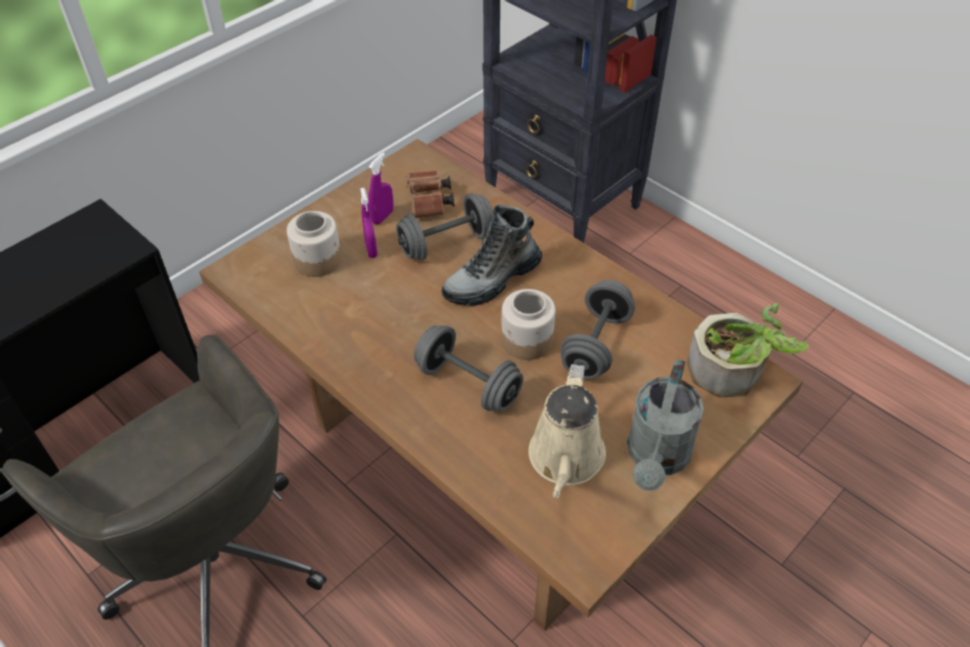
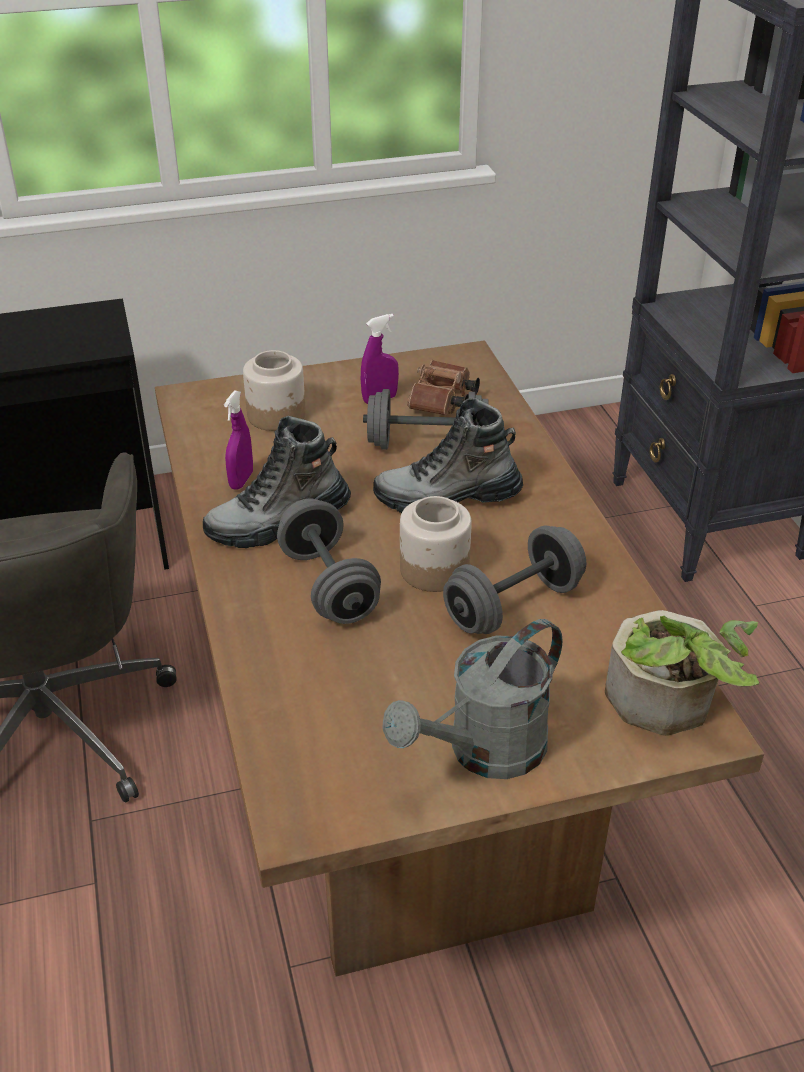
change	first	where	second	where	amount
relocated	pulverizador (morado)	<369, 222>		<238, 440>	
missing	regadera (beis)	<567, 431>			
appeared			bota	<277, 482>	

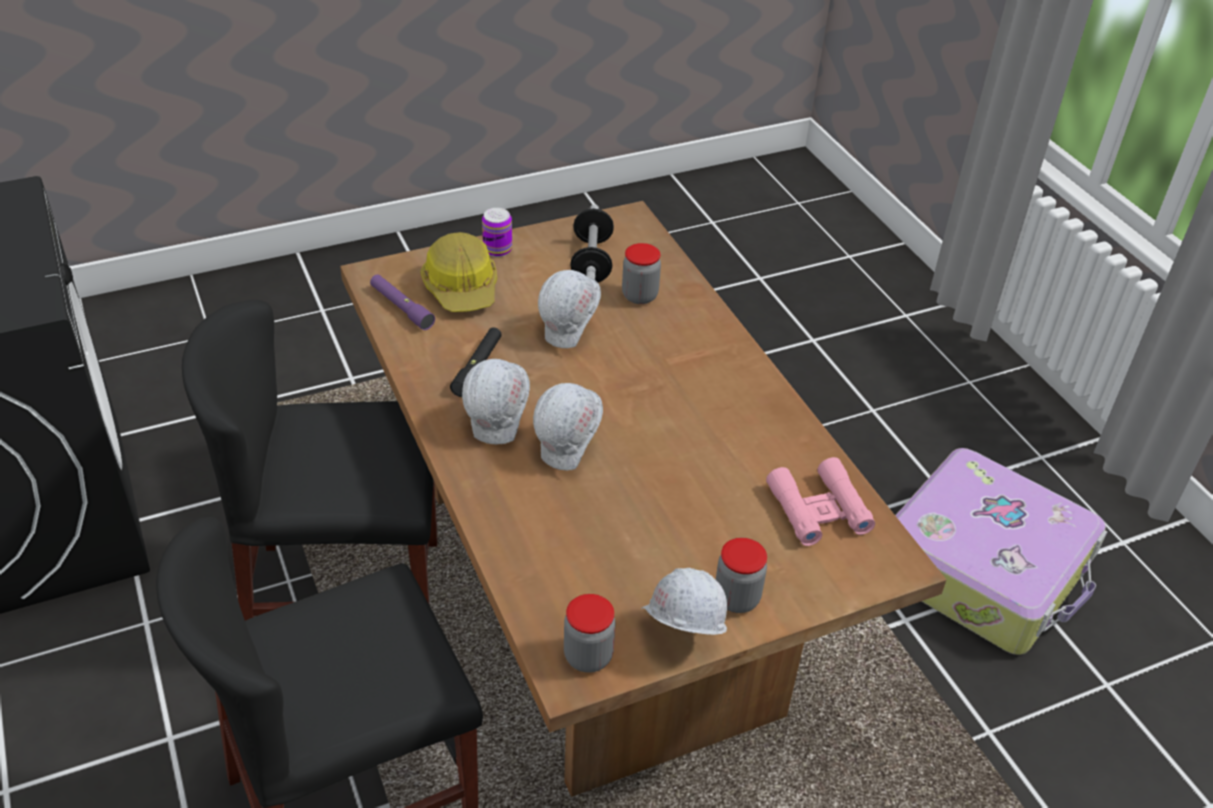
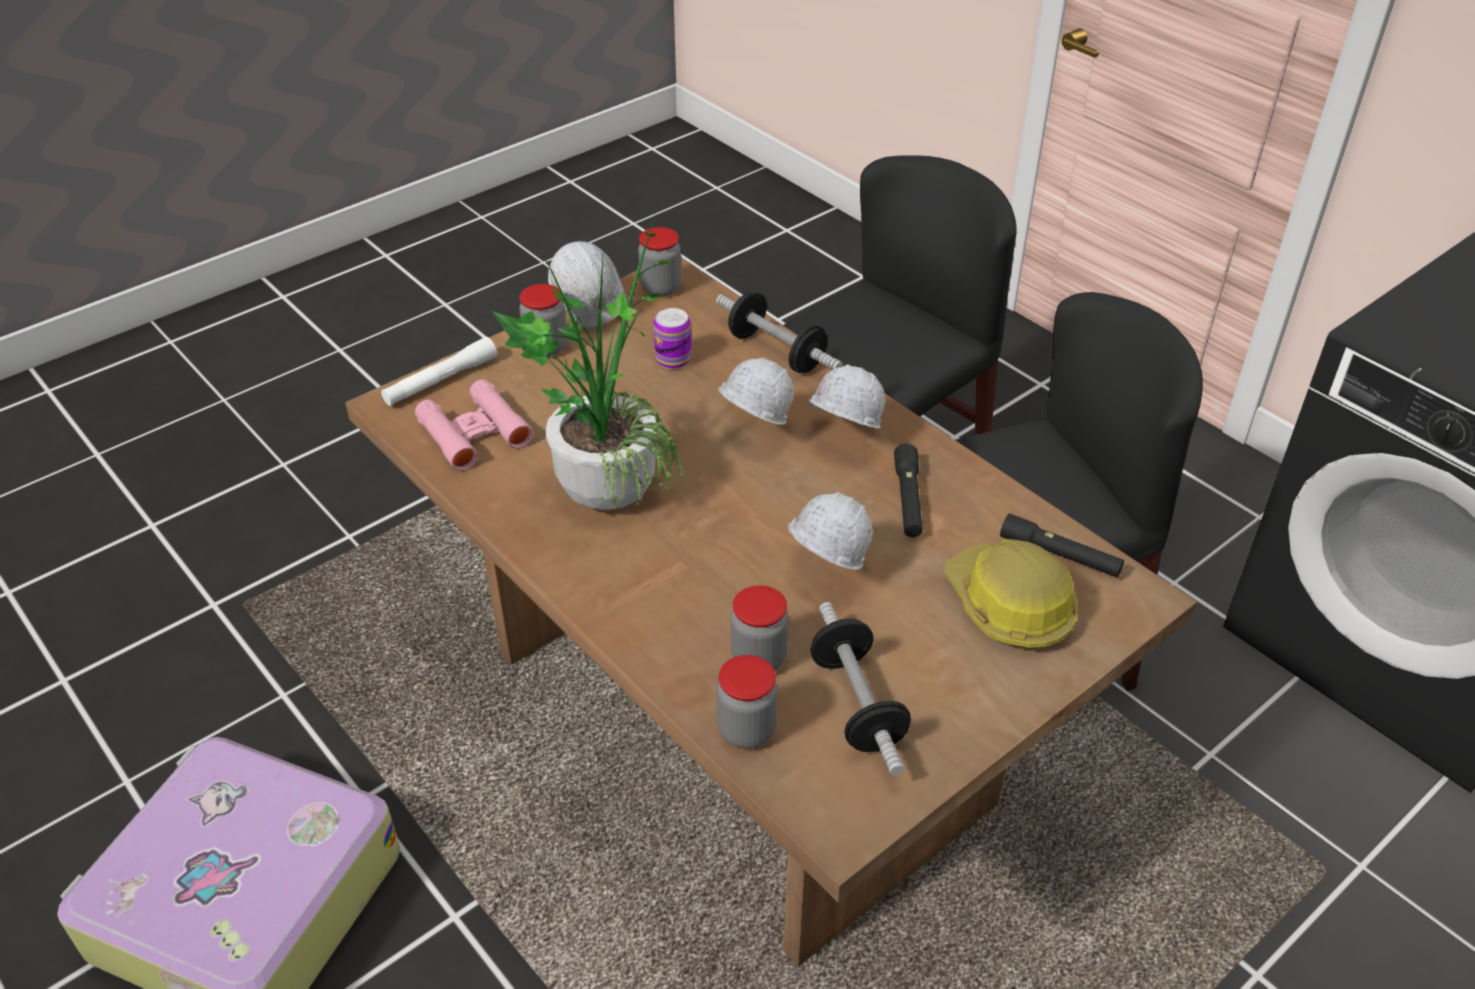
change	first	where	second	where	amount
colour	linterna (morado)	<402, 302>	linterna (negro)	<1062, 545>	
relocated	lata	<497, 232>		<673, 338>	
appeared			linterna (blanco)	<439, 371>	
appeared			planta en maceta	<588, 362>	
appeared			mancuerna	<779, 332>	
appeared			tarro	<747, 702>	

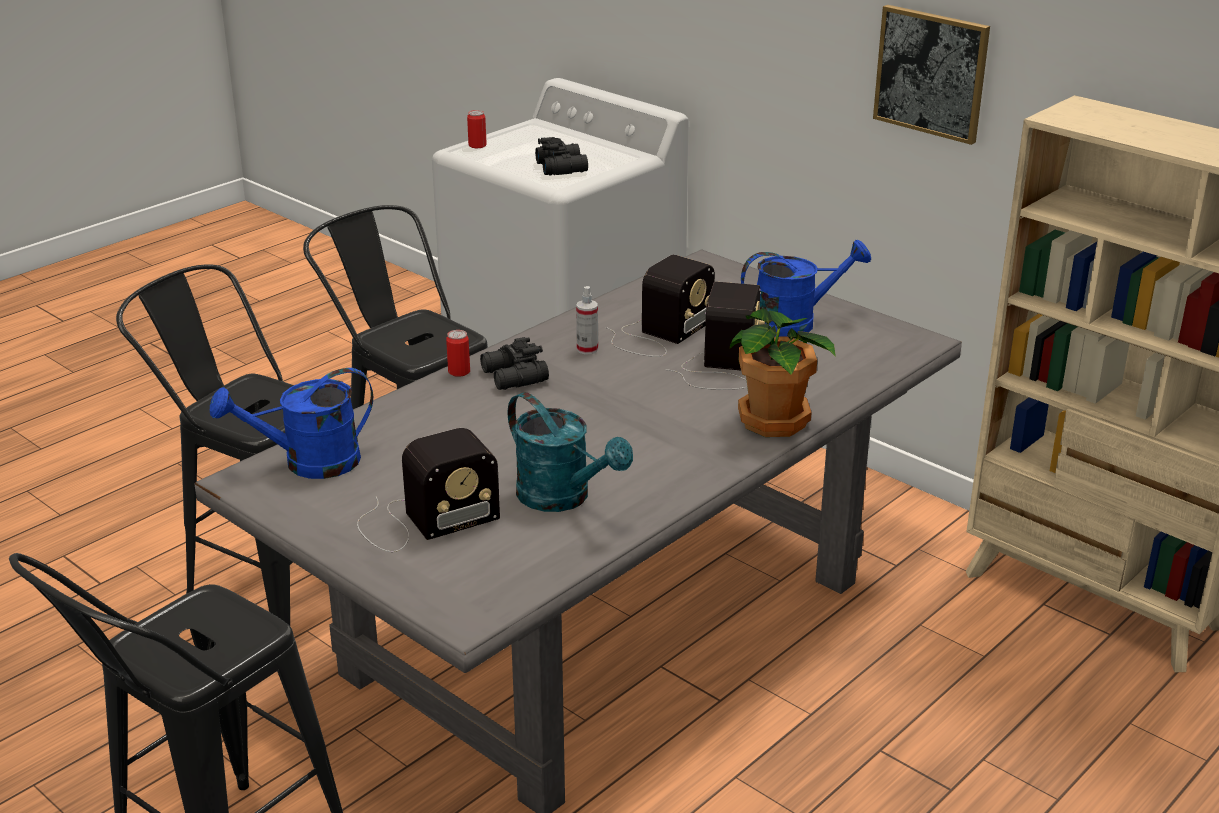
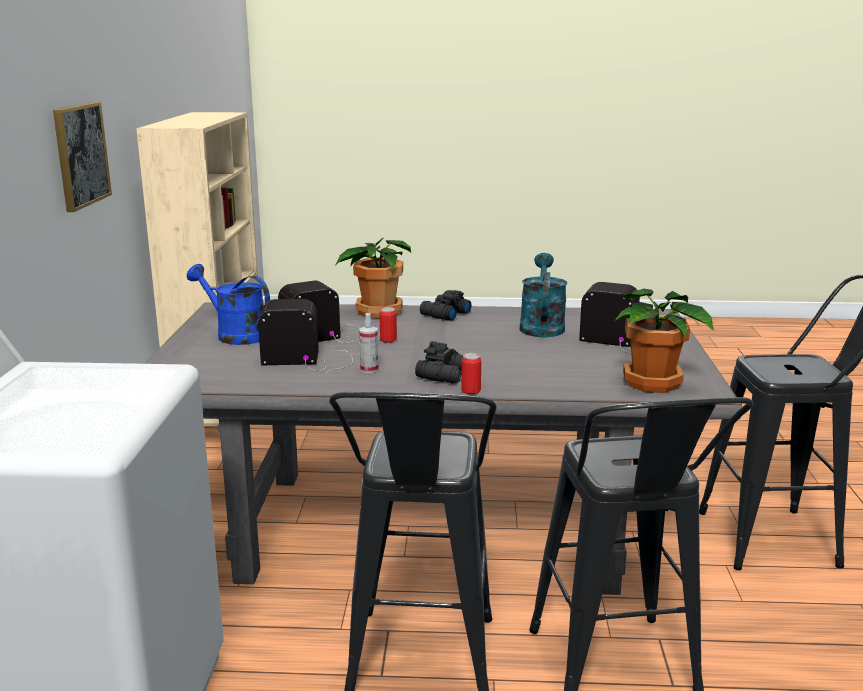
change	first	where	second	where	amount
exchanged	regadera (azul)	<291, 423>	planta en maceta	<664, 341>	
relocated	lata	<477, 129>		<388, 325>	
relocated	prismáticos (negro)	<561, 156>		<445, 305>	

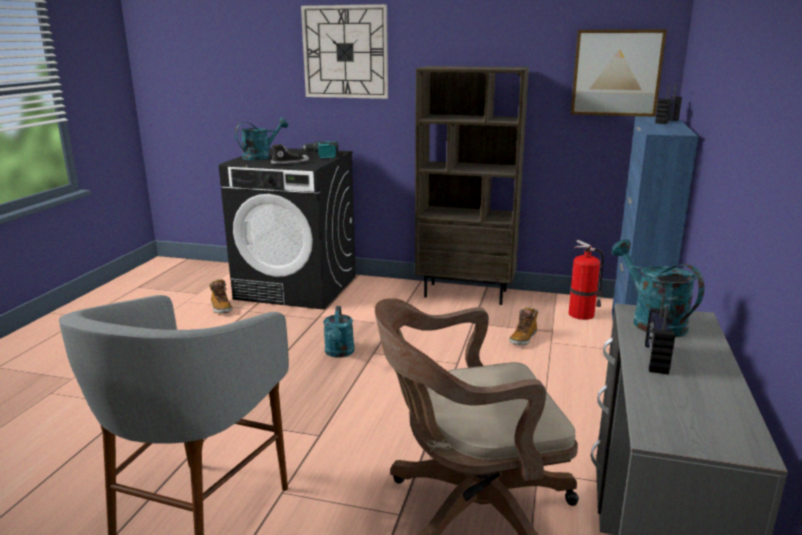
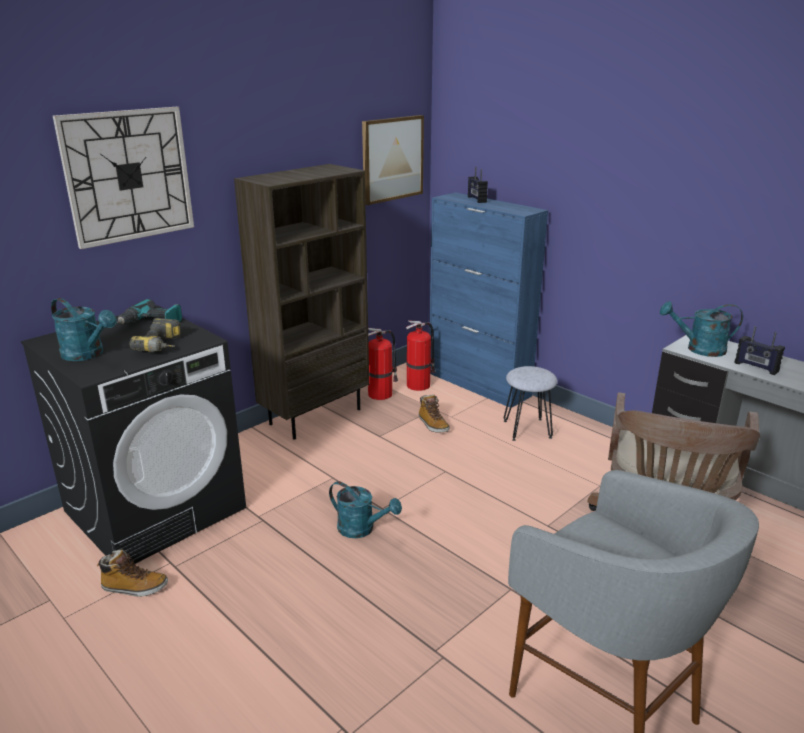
change	first	where	second	where	amount
spun	regadera (turquesa)	<261, 139>		<84, 329>	135 degrees clockwise
exchanged	zapato	<290, 154>	taladro	<155, 335>	
appeared			extintor	<383, 364>	
appeared			taburete (gris)	<531, 403>	

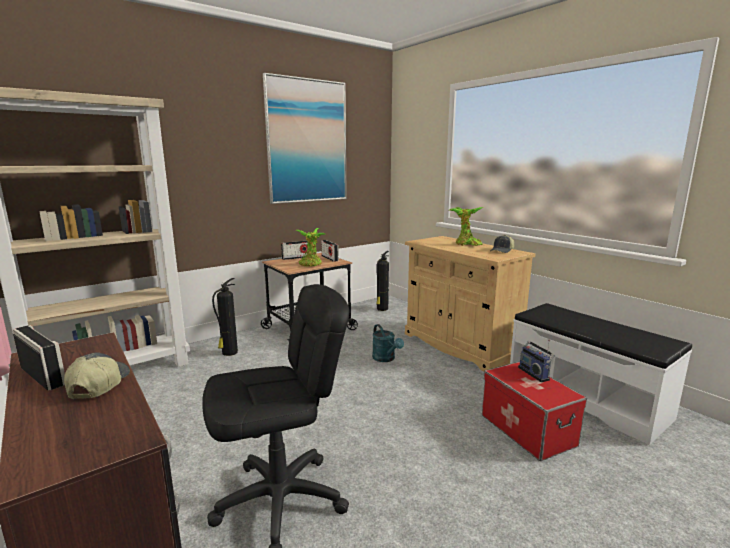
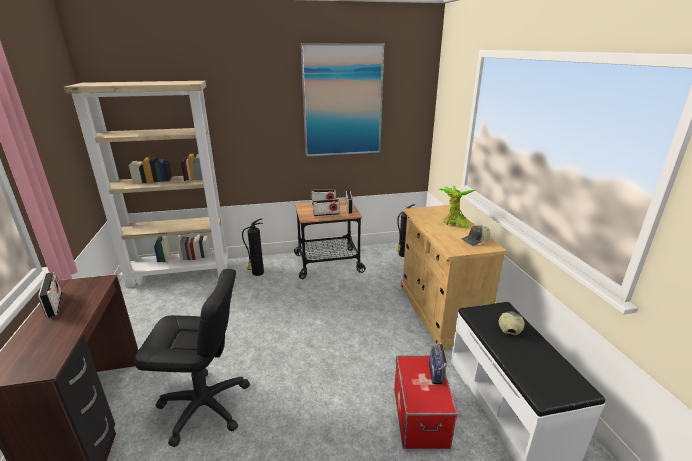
change	first	where	second	where	amount
relocated	gorra	<97, 375>		<511, 323>	
exchanged	planta en maceta	<310, 247>	radio	<326, 207>	
missing	regadera (turquesa)	<388, 343>			

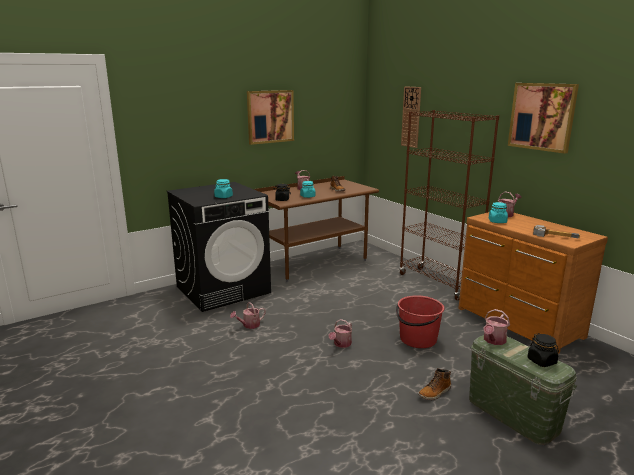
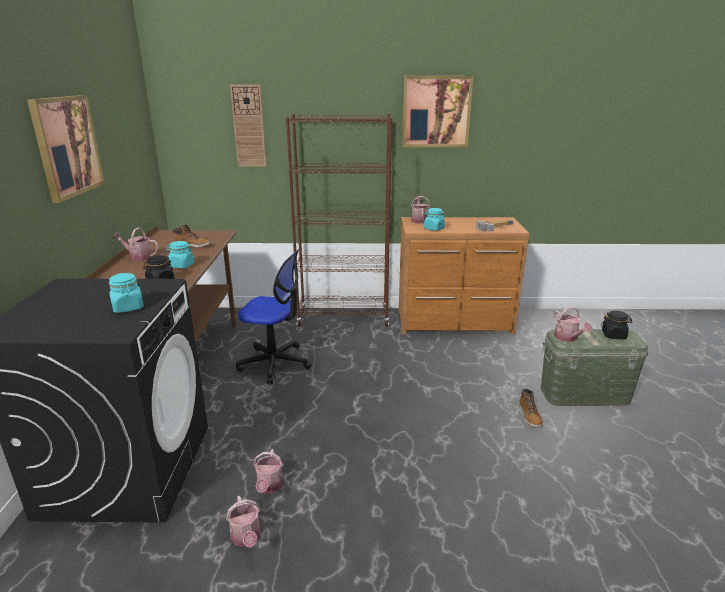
change	first	where	second	where	amount
relocated	regadera	<340, 333>		<243, 522>	
missing	cubo (rojo)	<420, 321>			
appeared			silla de oficina	<274, 317>	

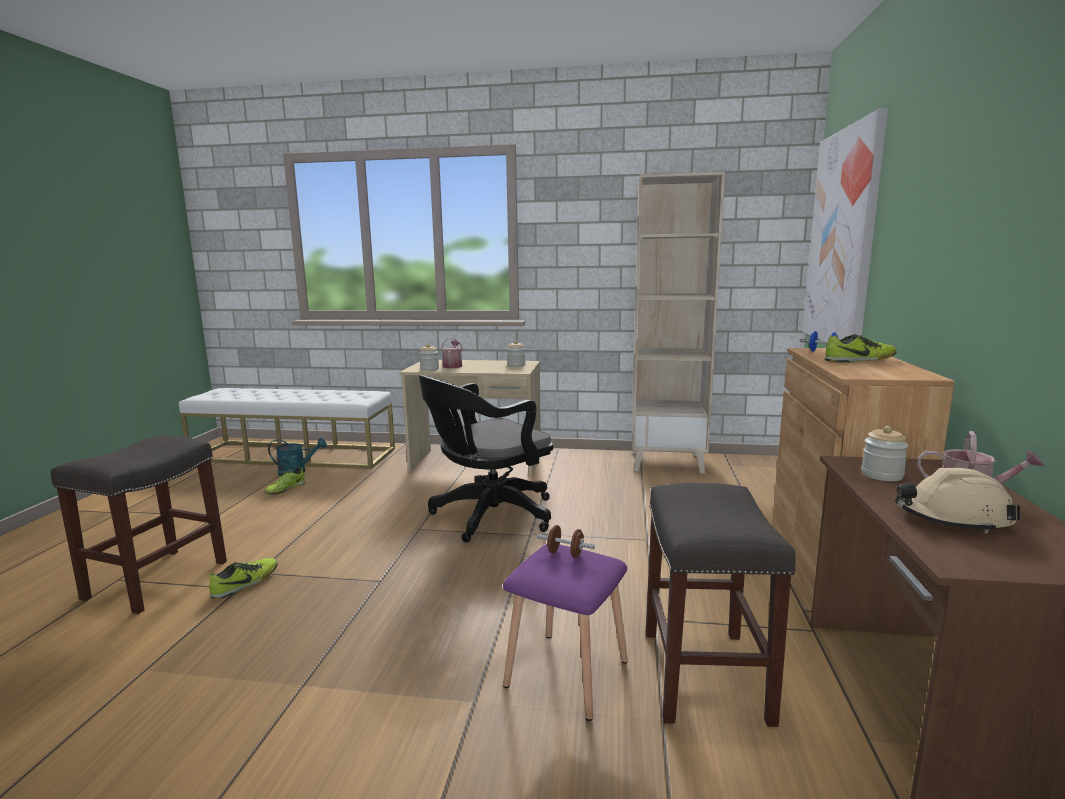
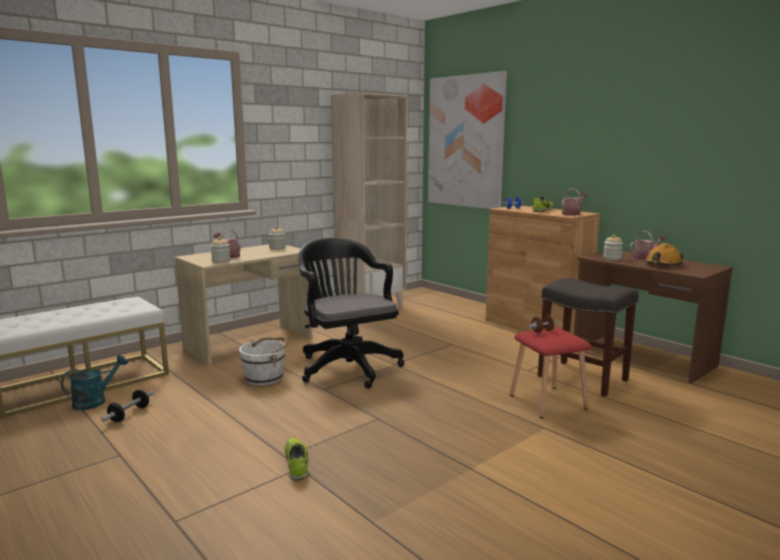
change	first	where	second	where	amount
missing	taburete (gris)	<139, 524>			
exchanged	zapato	<285, 480>	mancuerna	<127, 406>	
spun	silla de oficina (negro)	<486, 458>		<351, 313>	150 degrees clockwise
colour	taburete (morado)	<565, 632>	taburete (rojo)	<551, 373>	
colour	casco (beis)	<957, 500>	casco (naranja)	<663, 254>	
appeared			cubo (blanco)	<263, 361>	
appeared			regadera	<574, 202>	

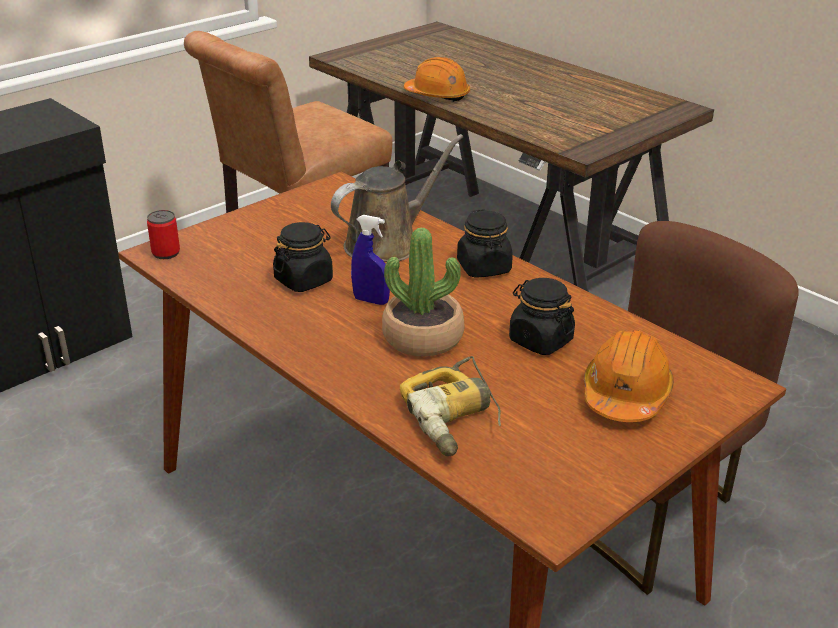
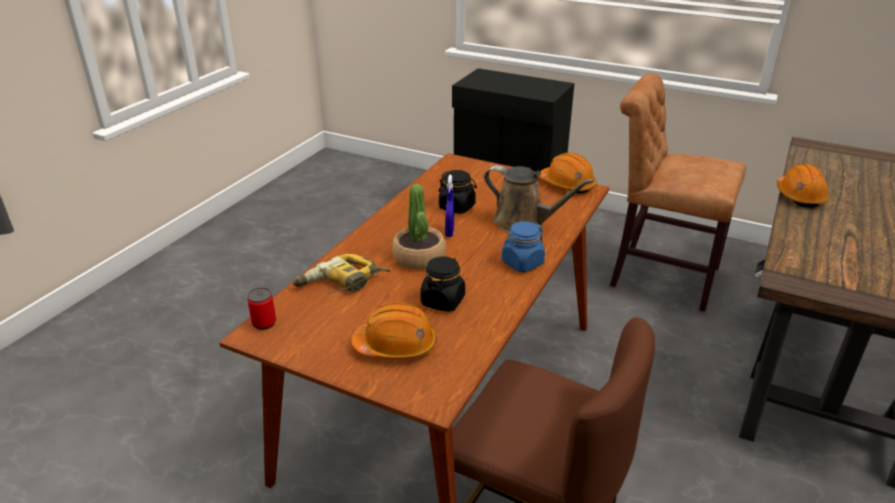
change	first	where	second	where	amount
relocated	lata	<163, 234>		<261, 309>	
colour	tarro (negro)	<485, 243>	tarro (azul)	<523, 246>	
appeared			casco (naranja)	<568, 173>	

